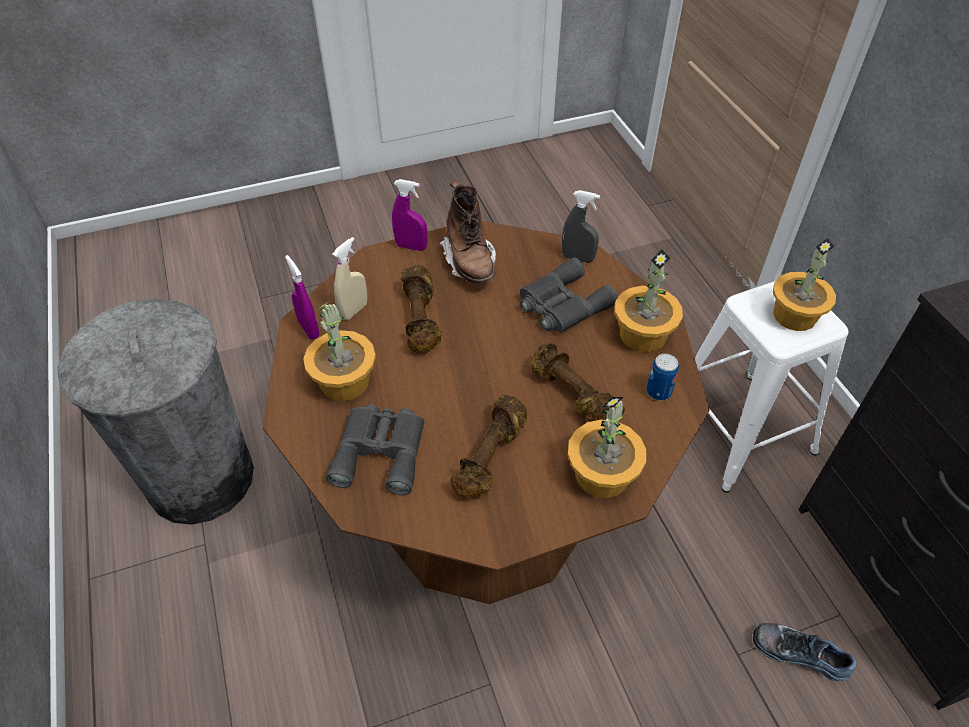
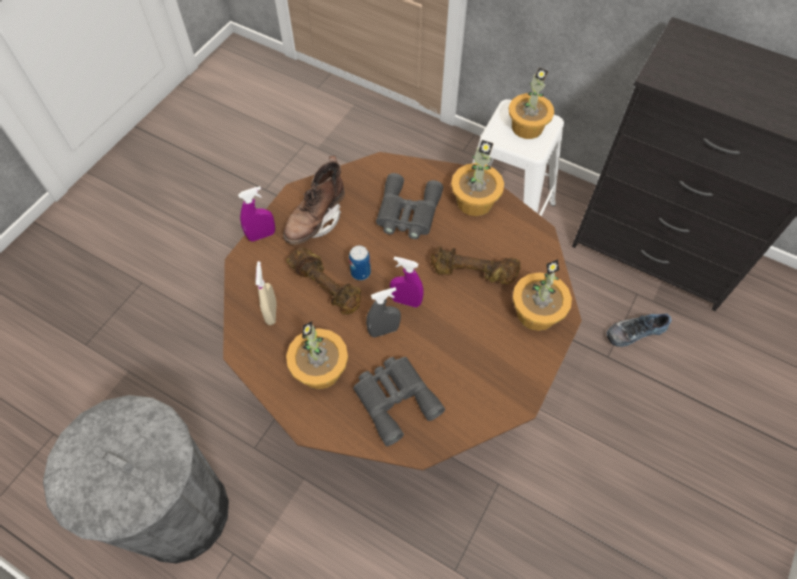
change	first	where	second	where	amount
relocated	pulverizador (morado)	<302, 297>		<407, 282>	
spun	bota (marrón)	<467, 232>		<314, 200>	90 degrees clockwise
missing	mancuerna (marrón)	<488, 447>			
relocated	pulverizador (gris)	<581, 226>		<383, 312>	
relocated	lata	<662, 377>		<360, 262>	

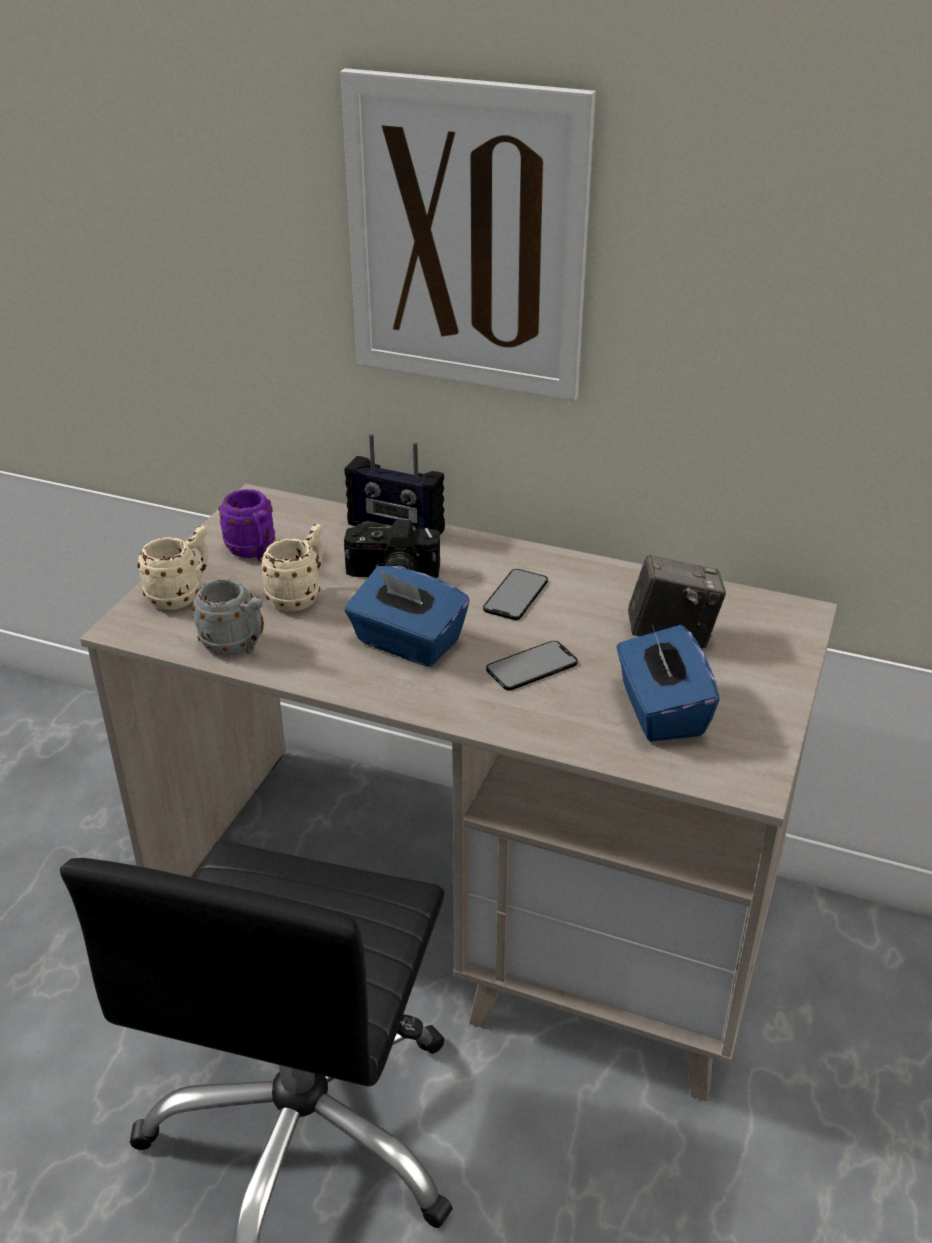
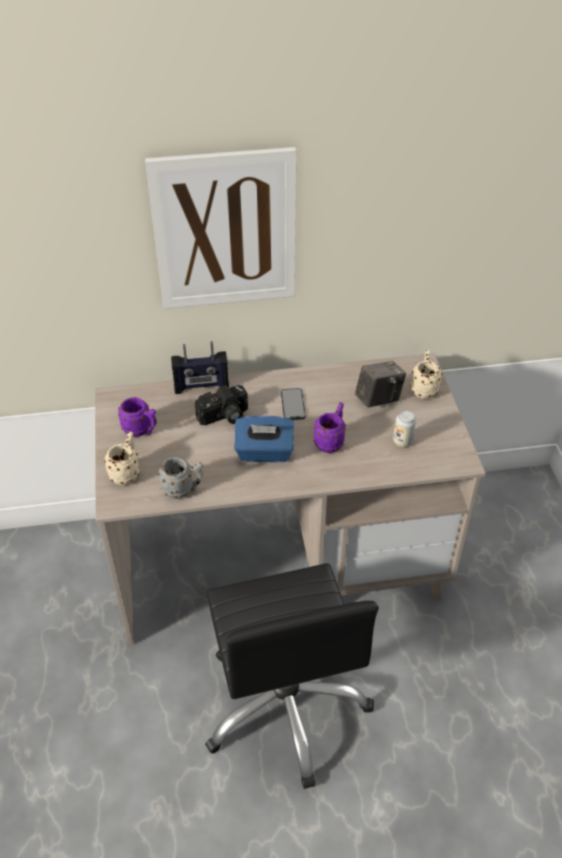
change	first	where	second	where	amount
relocated	taza grande (beis)	<291, 567>		<426, 374>	
exchanged	móvil	<532, 665>	taza grande (morado)	<330, 427>	
exchanged	caja de pañuelos (azul)	<668, 683>	lata	<404, 429>	

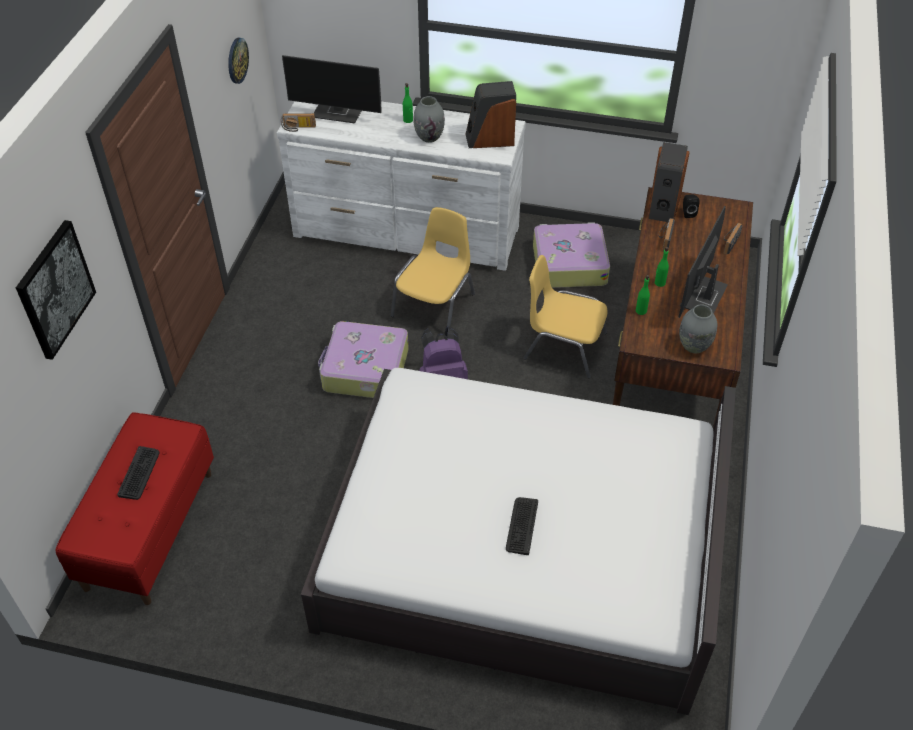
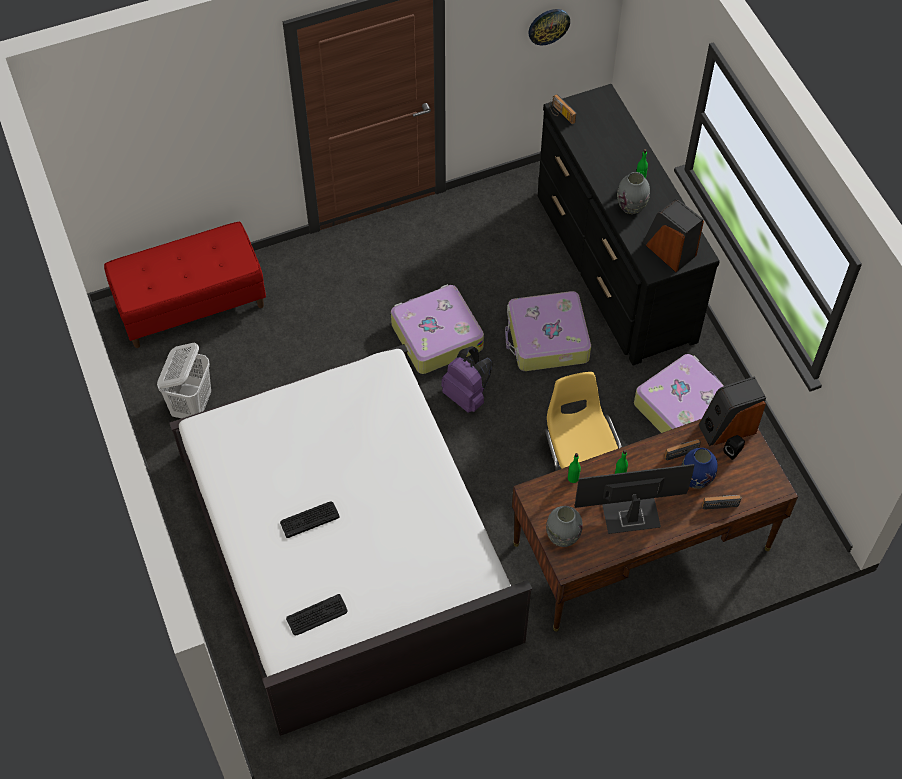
change	first	where	second	where	amount
missing	cuadro	<56, 290>			
relocated	teclado	<138, 473>		<317, 614>	
colour	cómoda (blanco)	<401, 186>	cómoda (negro)	<629, 225>	
missing	monitor	<332, 89>			
exchanged	silla (amarillo)	<433, 266>	maleta	<548, 331>	
appeared			cesto de la ropa (blanco)	<184, 380>	
appeared			florero (azul)	<700, 468>	

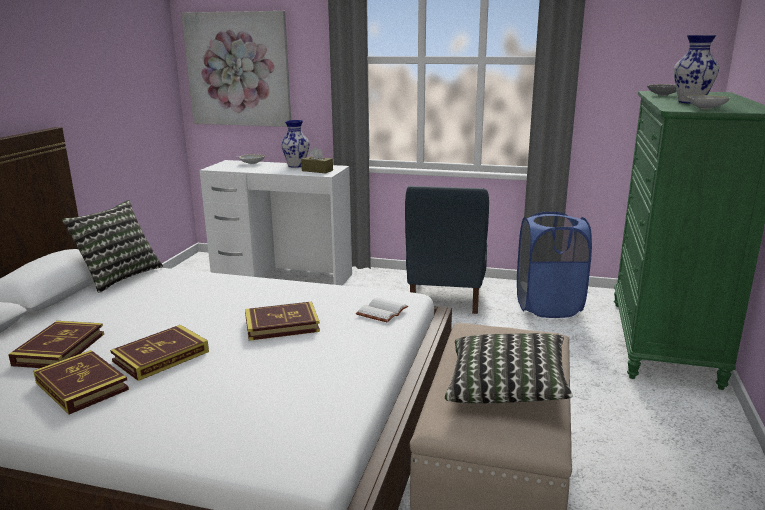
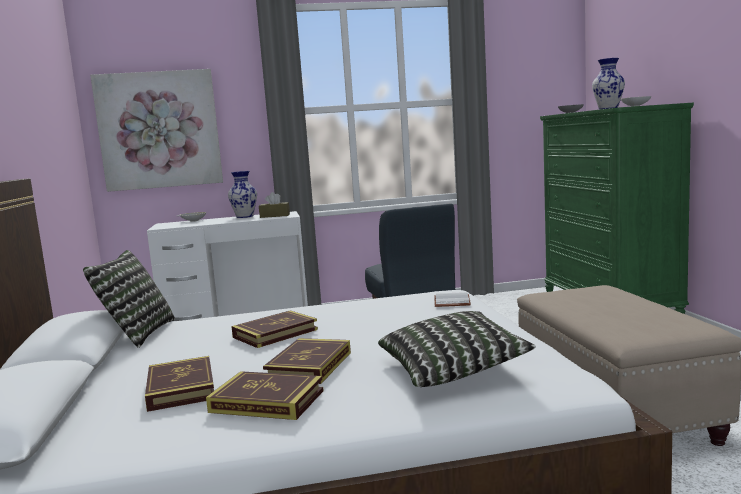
change	first	where	second	where	amount
relocated	libro	<282, 321>		<274, 329>	
relocated	cojín	<509, 368>		<456, 349>	
missing	cesto de la ropa (azul)	<554, 265>			

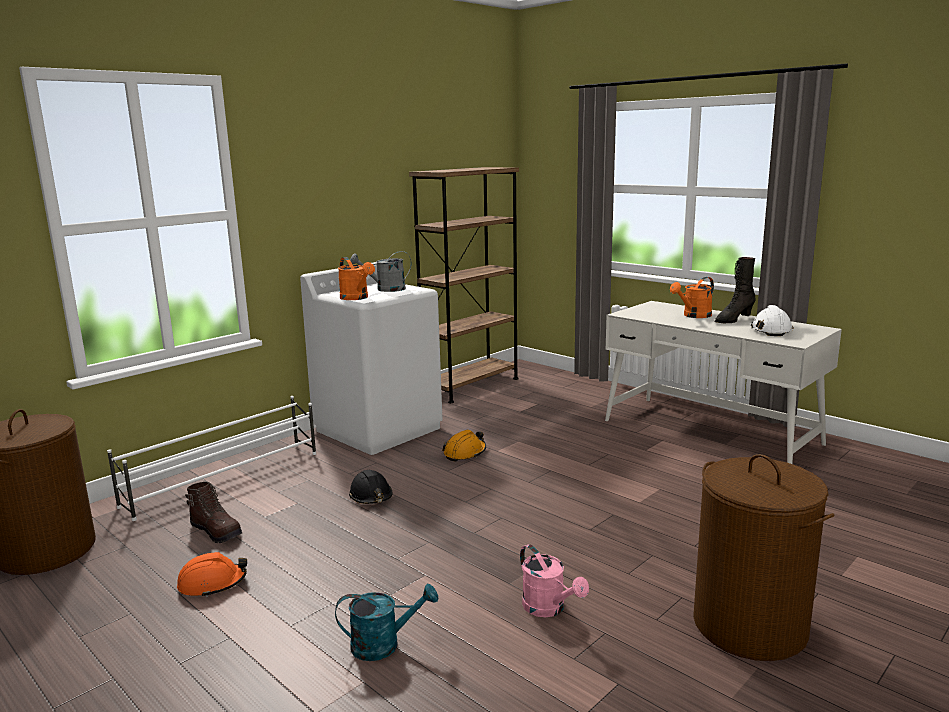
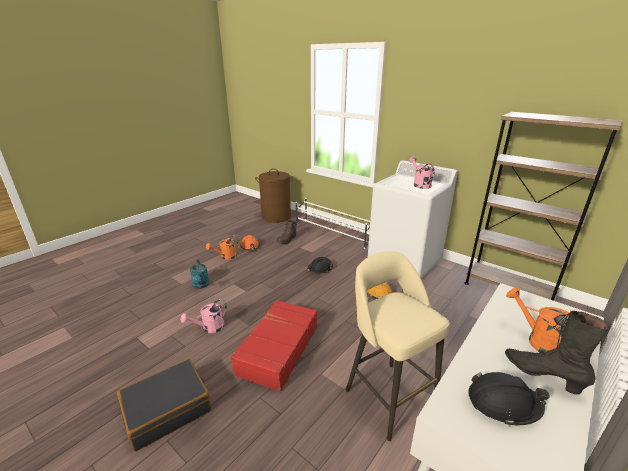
change	first	where	second	where	amount
relocated	regadera (naranja)	<356, 278>		<222, 247>	
colour	regadera (gris)	<381, 271>	regadera (rosa)	<422, 172>	
exchanged	cesto de la ropa (marrón)	<763, 557>	maleta (negro)	<164, 405>	
colour	casco (blanco)	<772, 320>	casco (negro)	<509, 399>	
appeared			maleta (rojo)	<274, 346>	
appeared			taburete (beis)	<398, 346>	

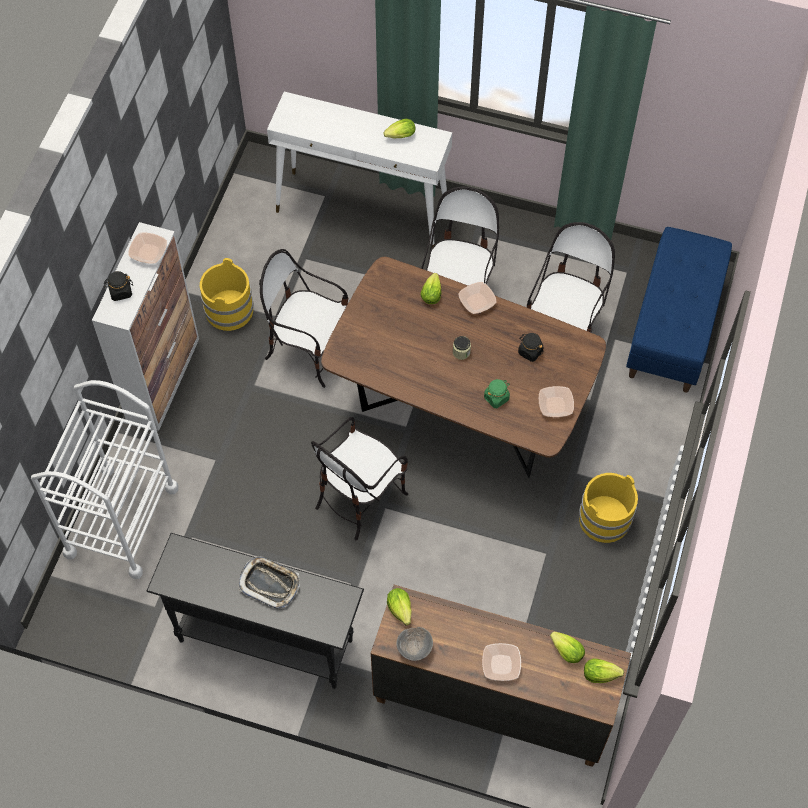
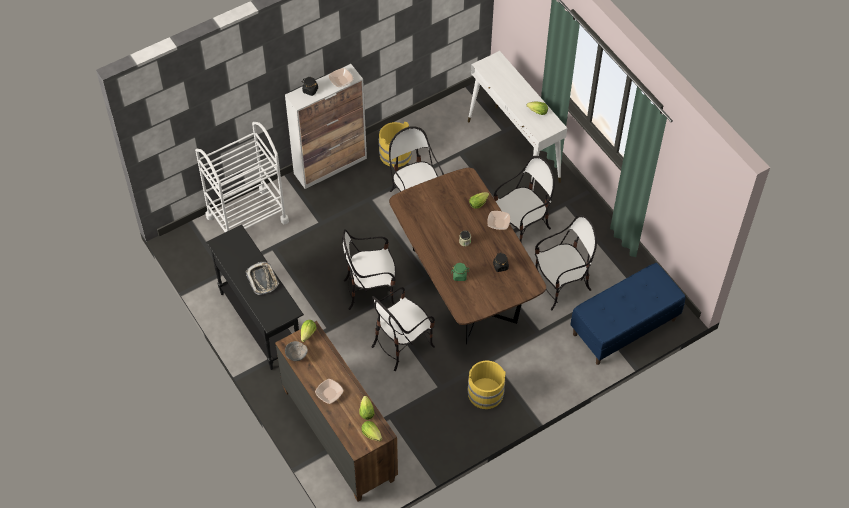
change	first	where	second	where	amount
missing	cuenco	<556, 401>			
appeared			silla	<403, 329>	

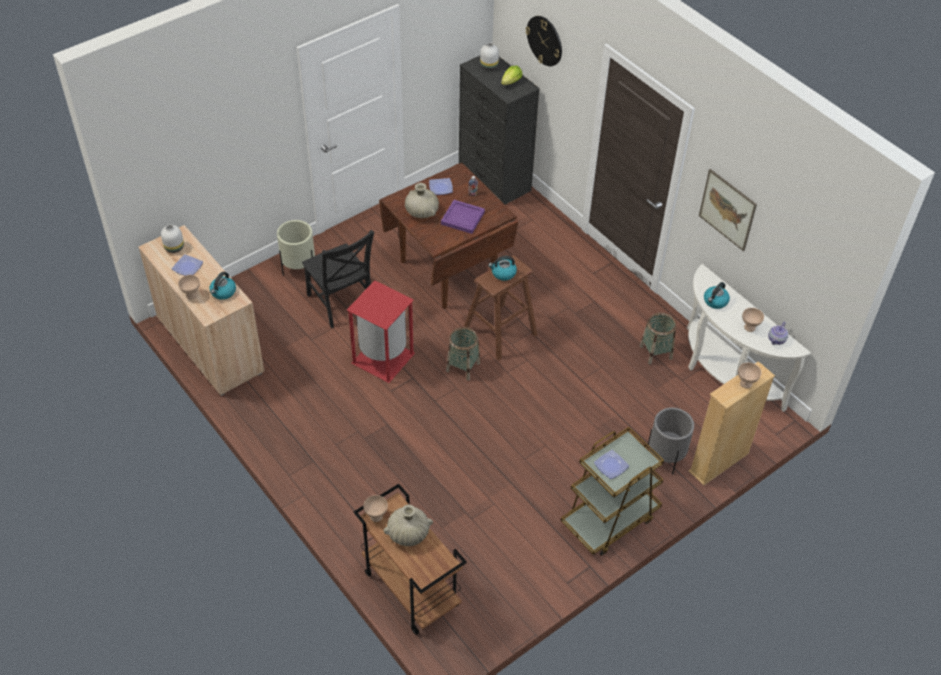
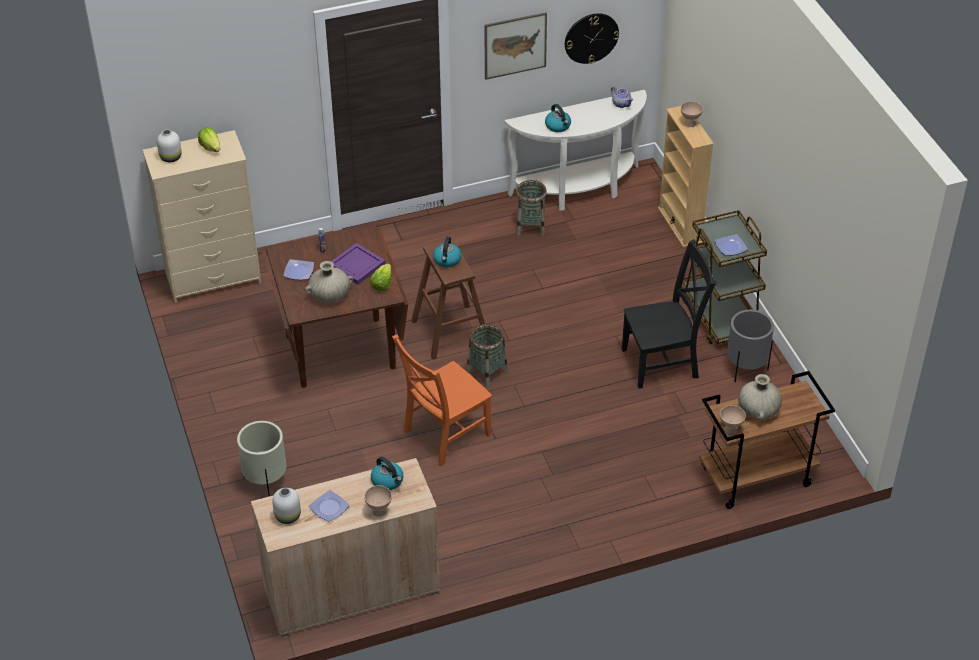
change	first	where	second	where	amount
relocated	silla (negro)	<338, 279>		<669, 314>	
exchanged	papelera (rojo)	<381, 331>	silla (naranja)	<442, 400>	
colour	cómoda (negro)	<499, 130>	cómoda (beis)	<202, 216>	
relocated	reloj de pared	<544, 41>		<592, 38>	
relocated	maceta (gris)	<670, 441>		<750, 346>	
missing	cuenco (beis)	<753, 320>			
appeared			lechuga	<381, 277>	

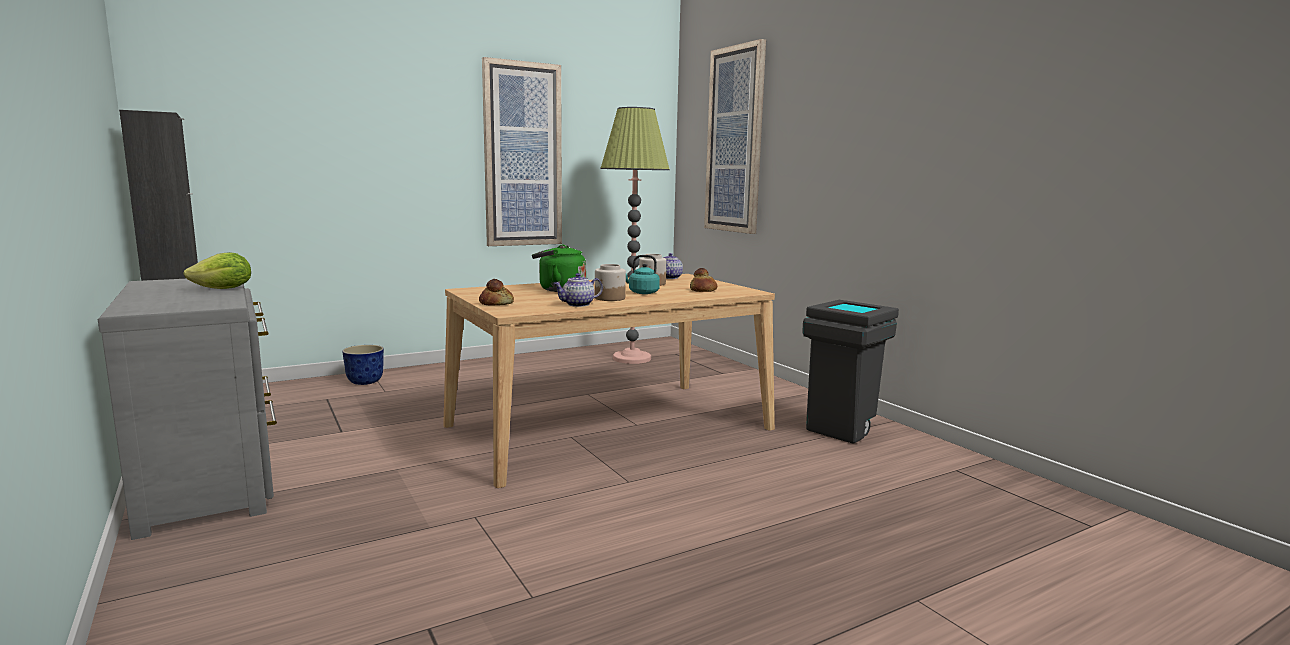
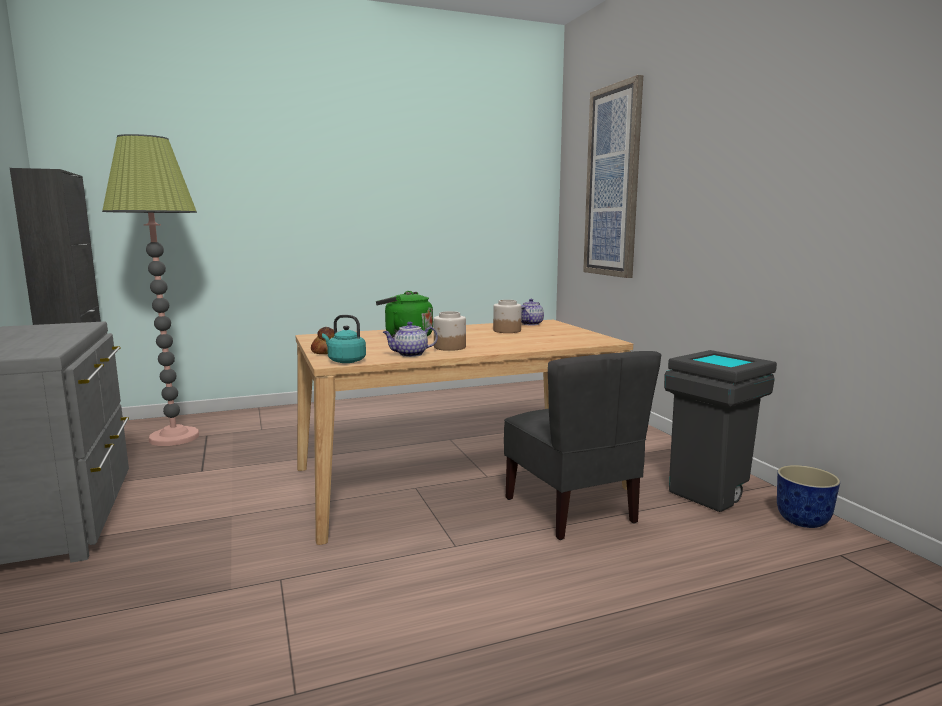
change	first	where	second	where	amount
missing	lechuga	<217, 270>			
relocated	maceta	<363, 365>		<808, 496>	
missing	cuadro	<522, 151>			
relocated	lámpara de pie	<635, 235>		<150, 290>	
relocated	hervidor (turquesa)	<643, 274>		<344, 339>	
missing	pan	<703, 280>			
appeared			silla (gris)	<582, 445>	

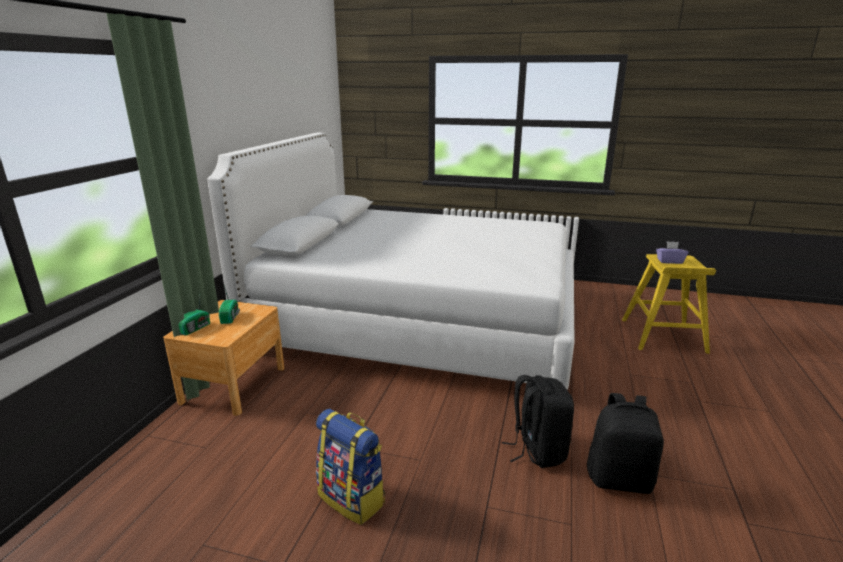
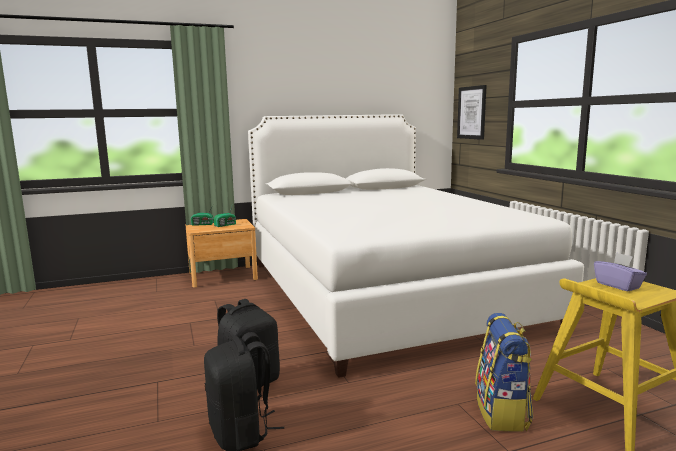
change	first	where	second	where	amount
relocated	mochila	<350, 466>		<504, 372>	
appeared			cuadro	<472, 112>	

